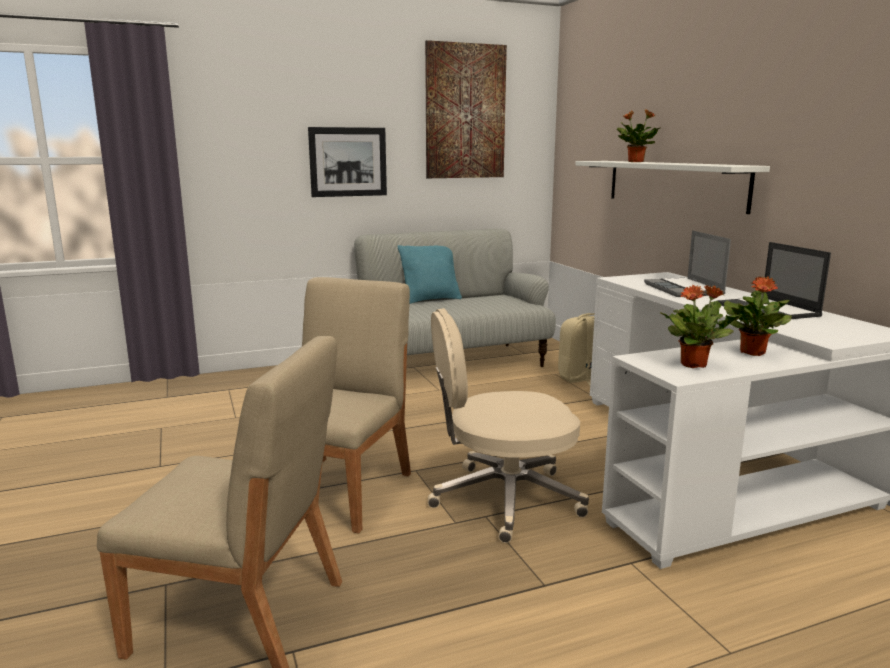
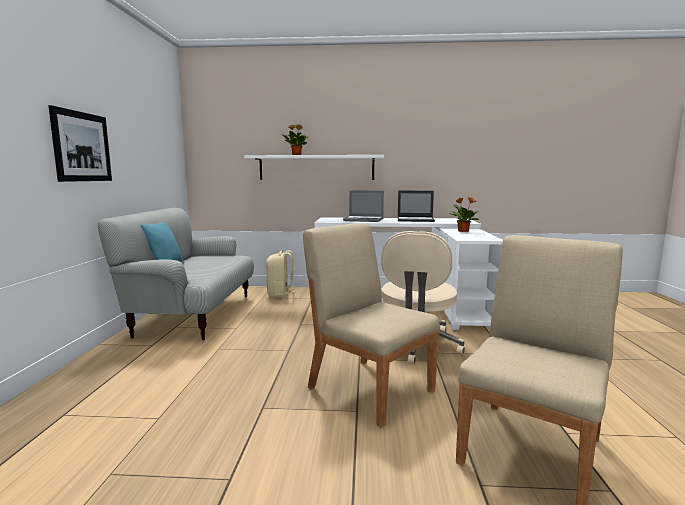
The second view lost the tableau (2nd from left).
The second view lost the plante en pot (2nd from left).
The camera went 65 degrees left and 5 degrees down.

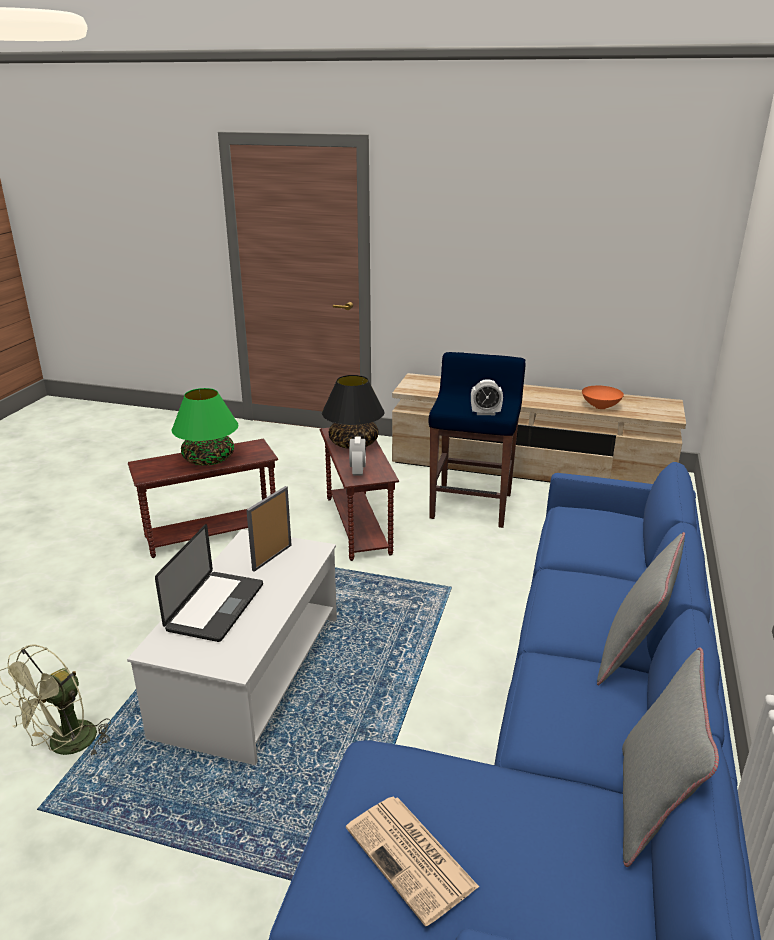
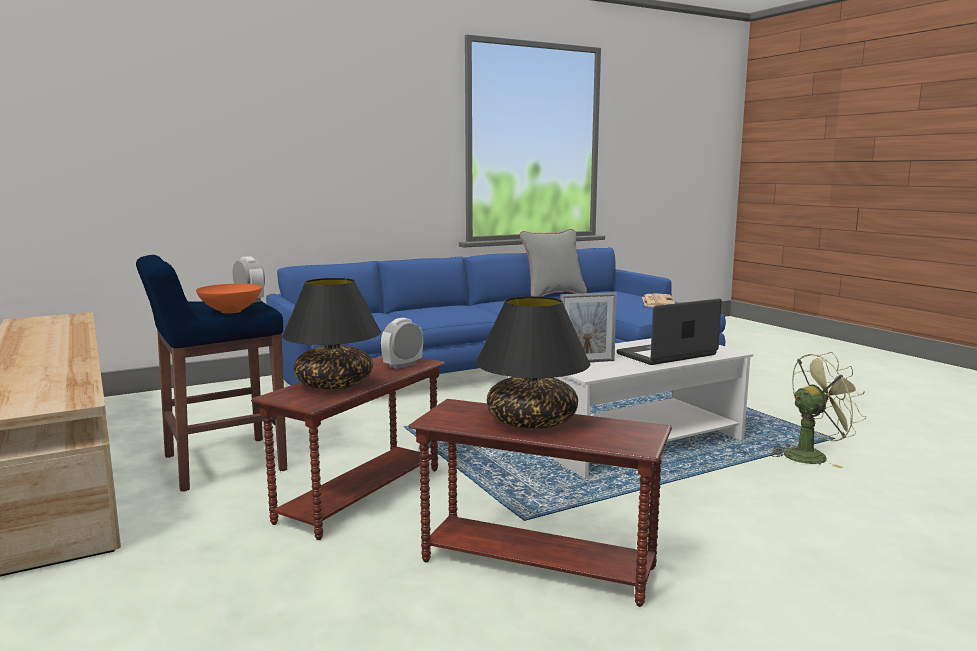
The bol [orange] ended up elsewhere.
What was the lampe de table [vert] turned into the lampe de table [noir] (2nd from left).
The second view lost the coussin [gris] (1st from left).
The camera went 135 degrees left and 15 degrees down.

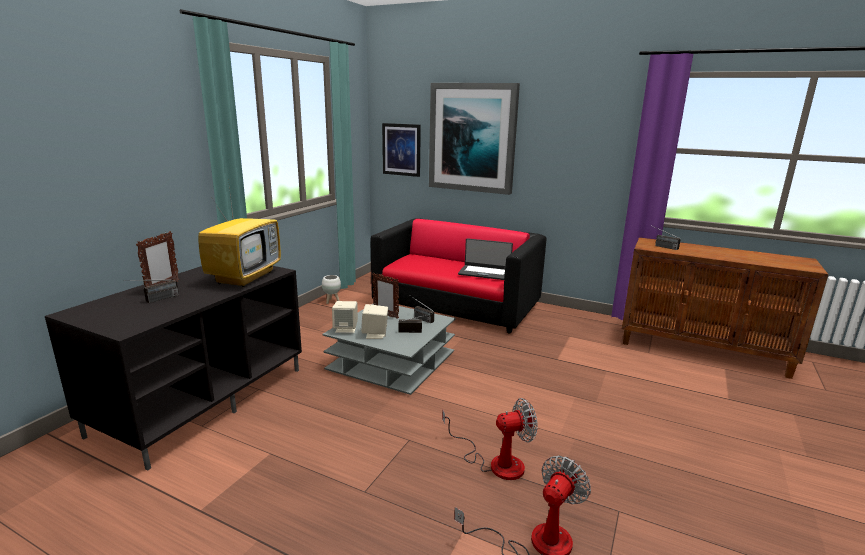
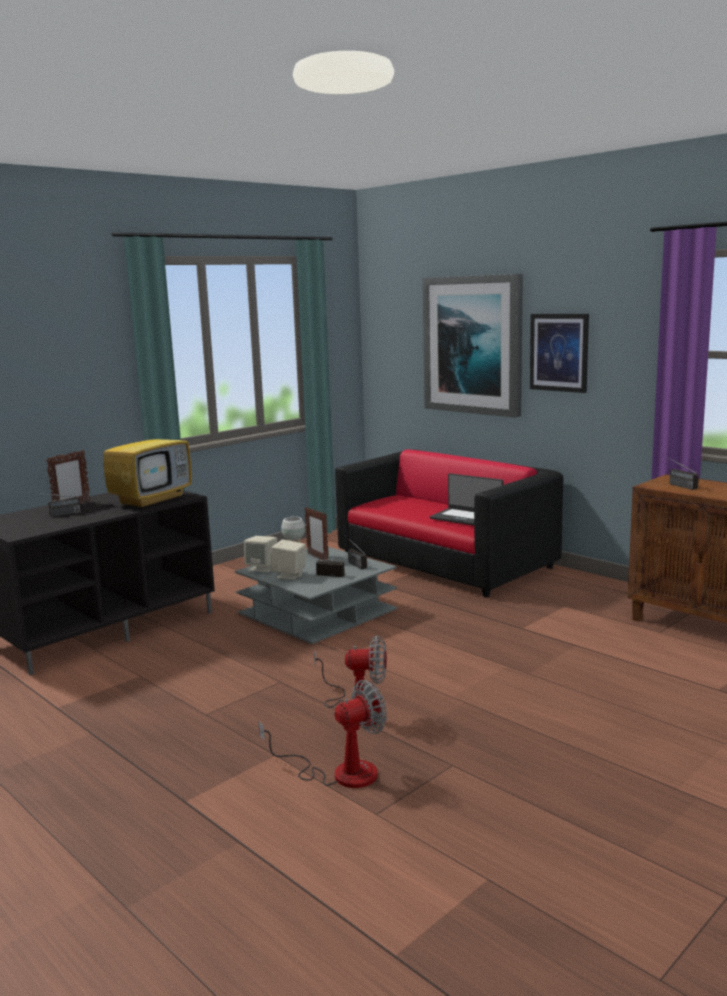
The tableau (1st from left in the first image) ended up elsewhere.
The camera went 20 degrees right and 5 degrees down.

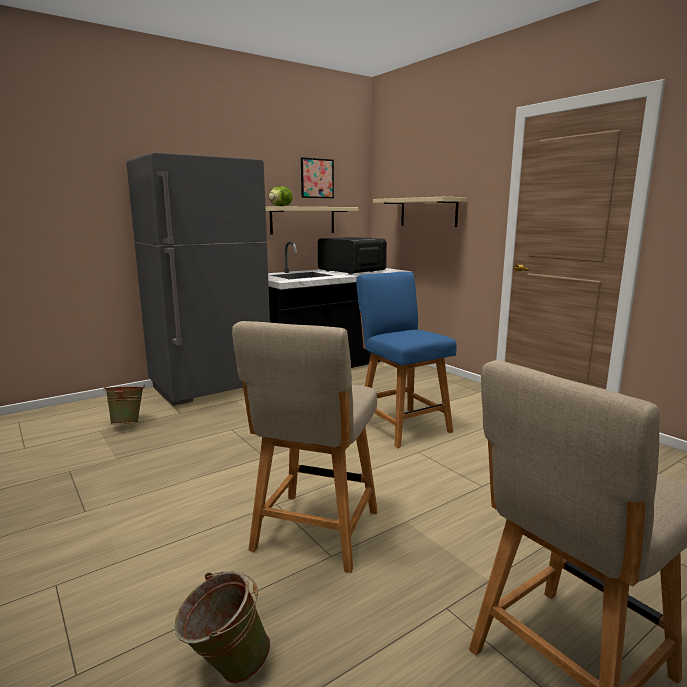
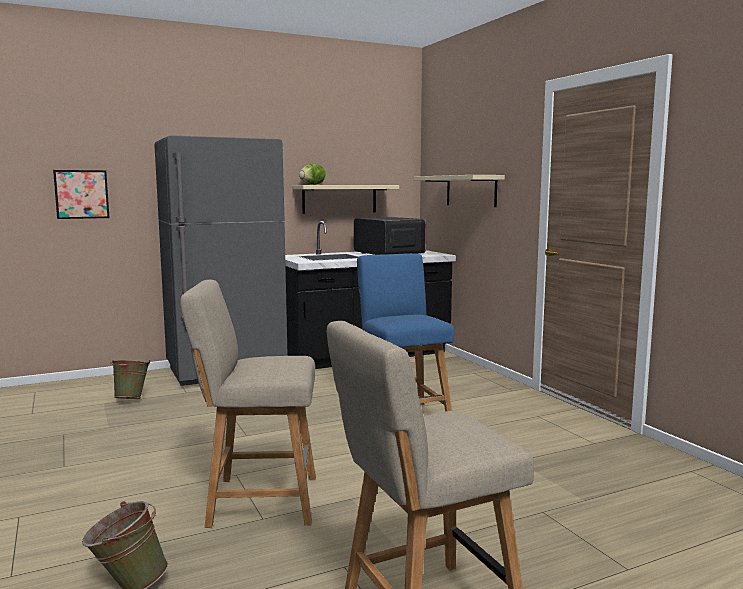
The tableau ended up elsewhere.
The chaise [beige] (1st from left) ended up facing another way, 60 degrees clockwise from before.
The camera went 10 degrees right and 5 degrees down.

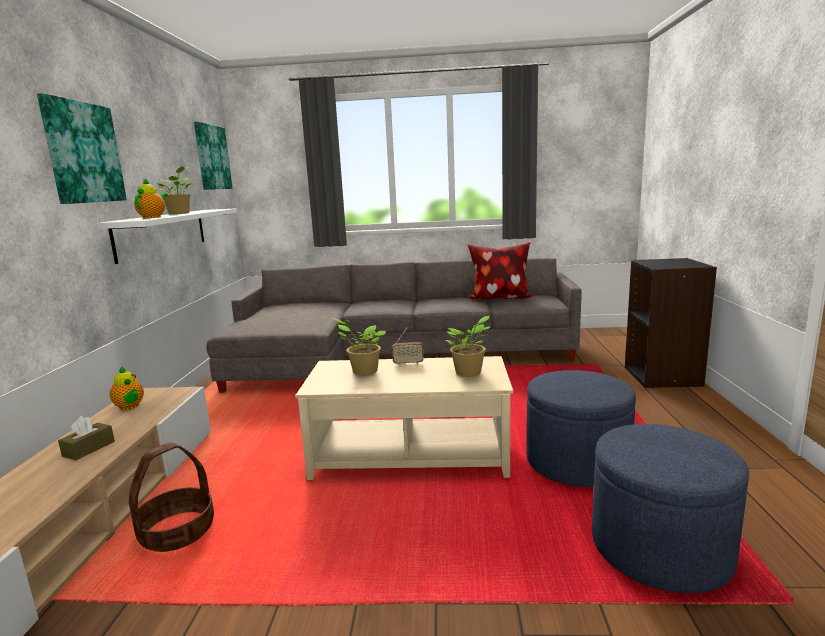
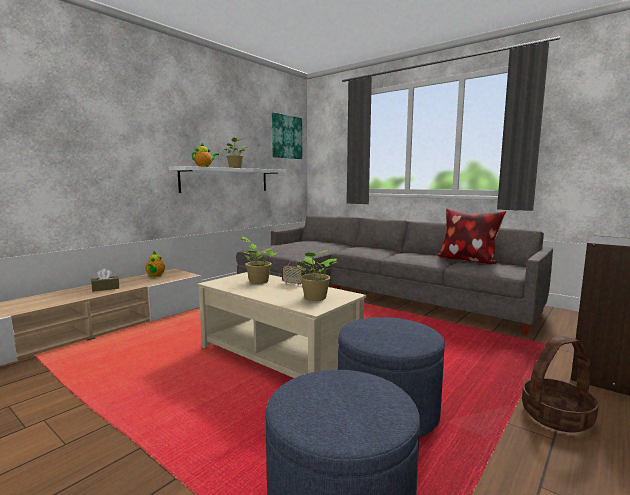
The panier ended up elsewhere.
The second view lost the tableau (1st from left).
The camera went 35 degrees right and 5 degrees down.

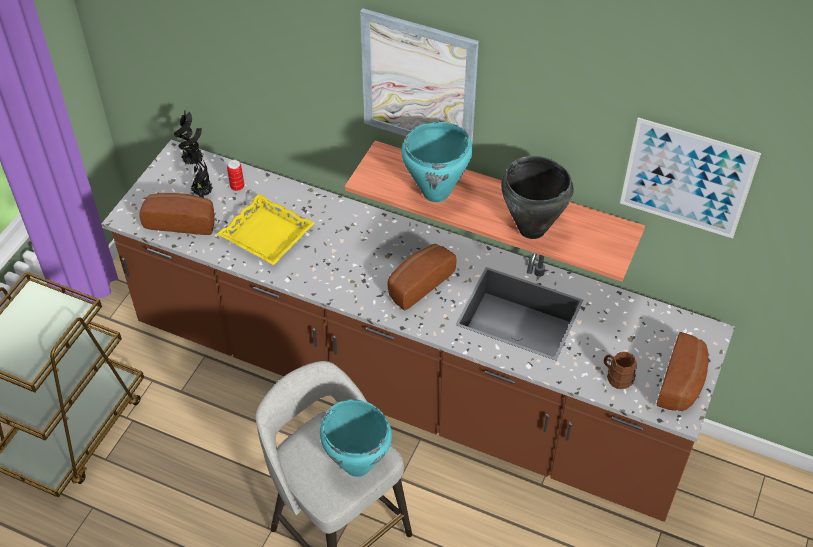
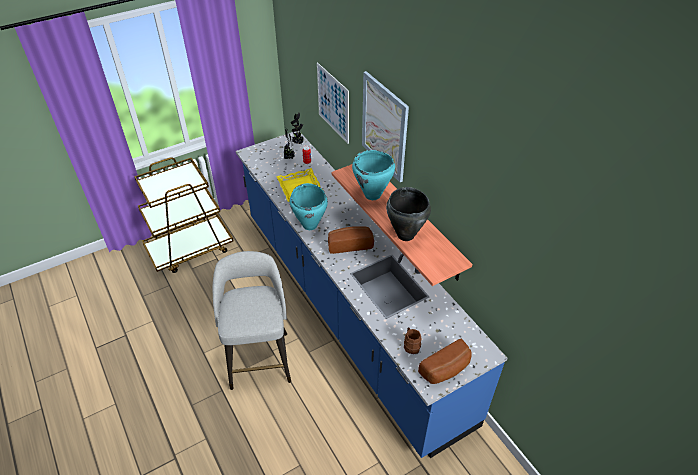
What was the comptoir de cuisine [marron] turned into the comptoir de cuisine [bleu].
The marmite [turquoise] (1st from left) ended up elsewhere.
The tableau (2nd from left in the first image) ended up elsewhere.
The second view lost the pain (1st from left).
The camera went 35 degrees right and 5 degrees down.

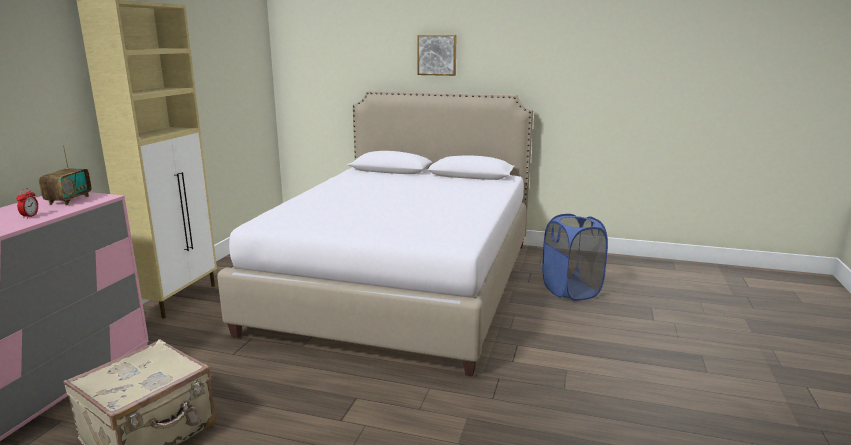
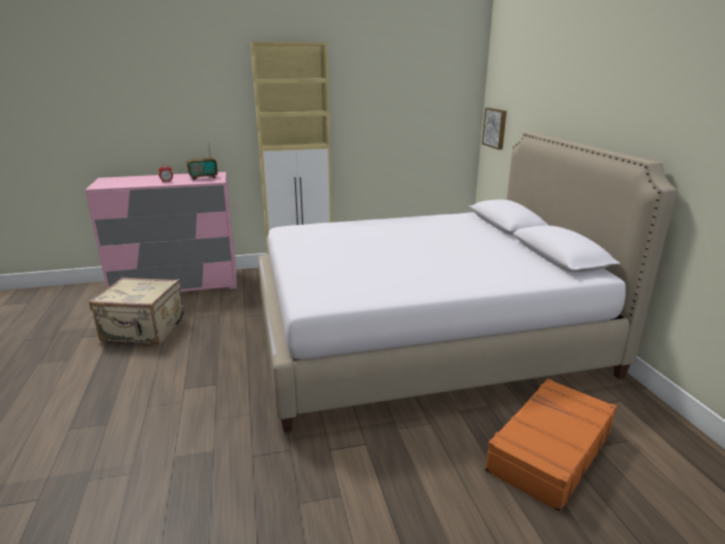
The tableau ended up elsewhere.
Where the panier à linge [bleu] stood, the valise [orange] came to stand.
The camera went 60 degrees right and 5 degrees up.

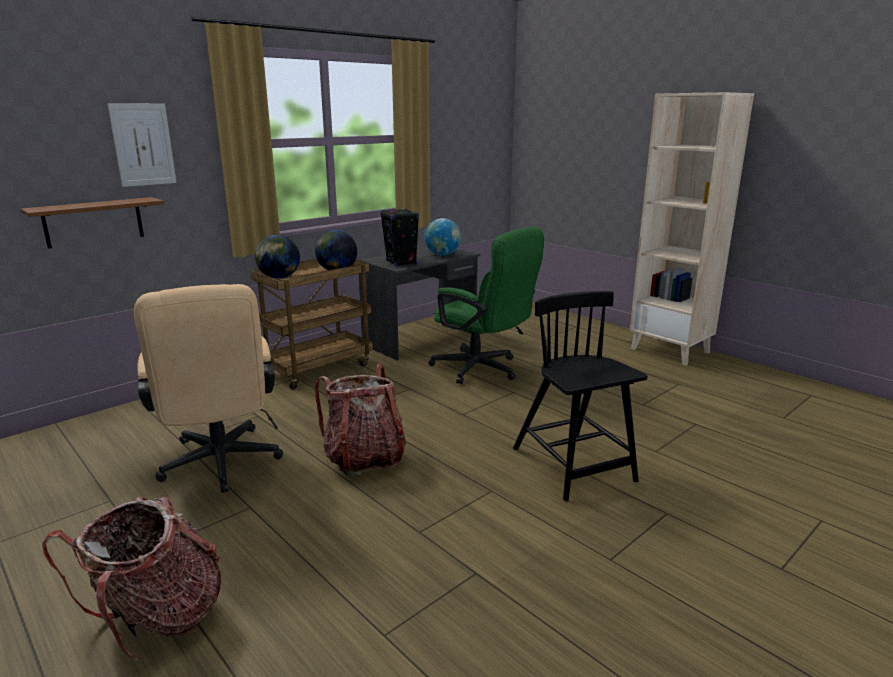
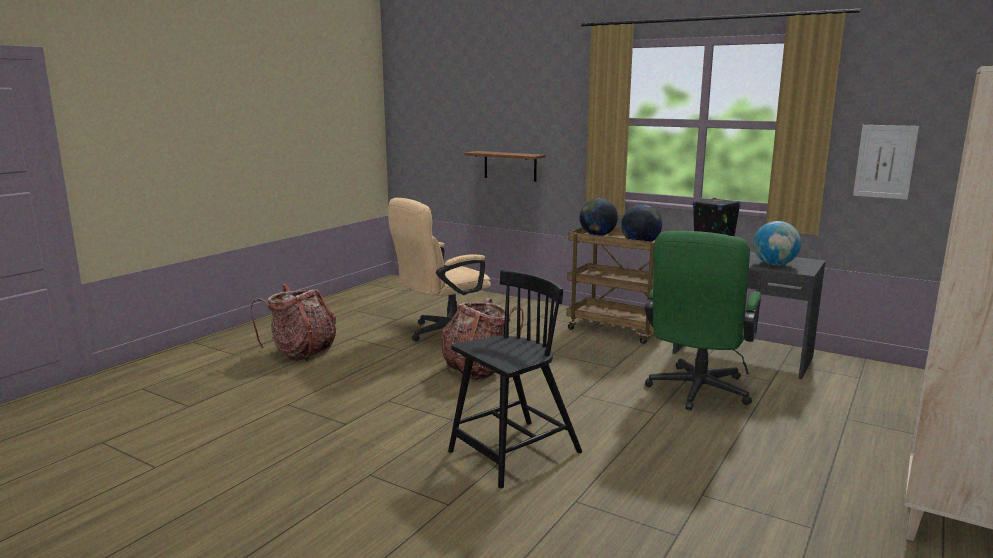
The tableau ended up elsewhere.
The camera went 75 degrees right and 5 degrees down.

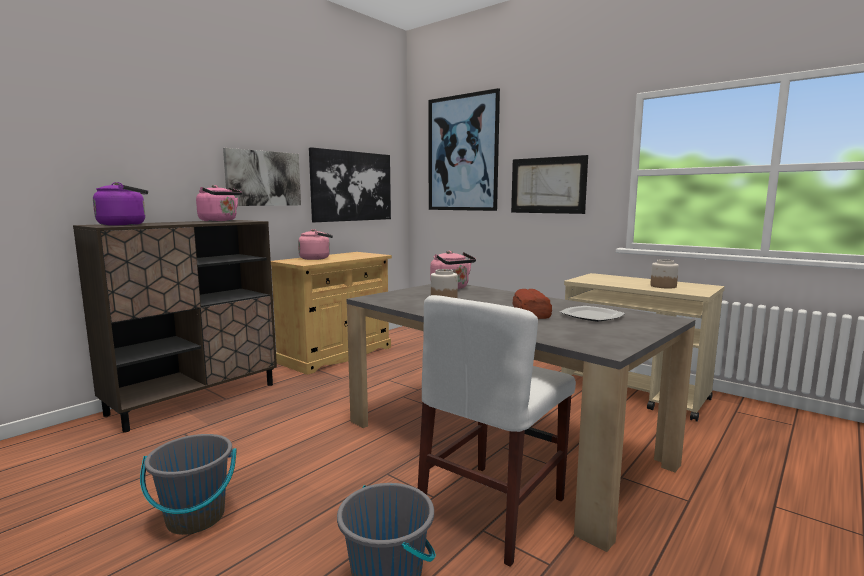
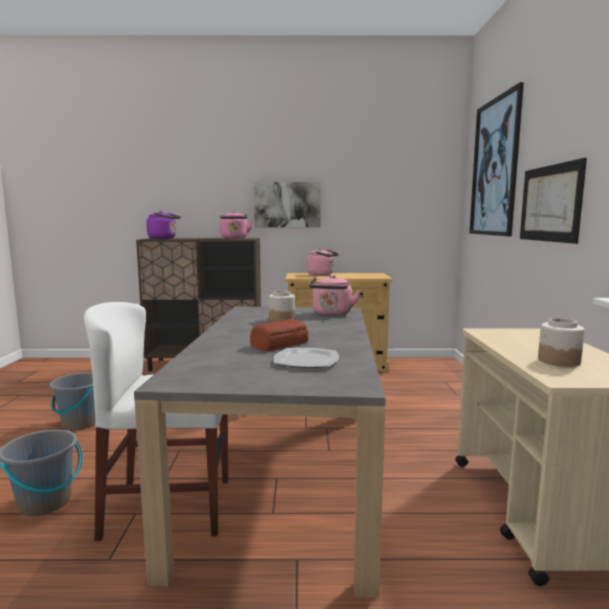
The second view lost the tableau (2nd from left).
The camera went 50 degrees right and 0 degrees up.

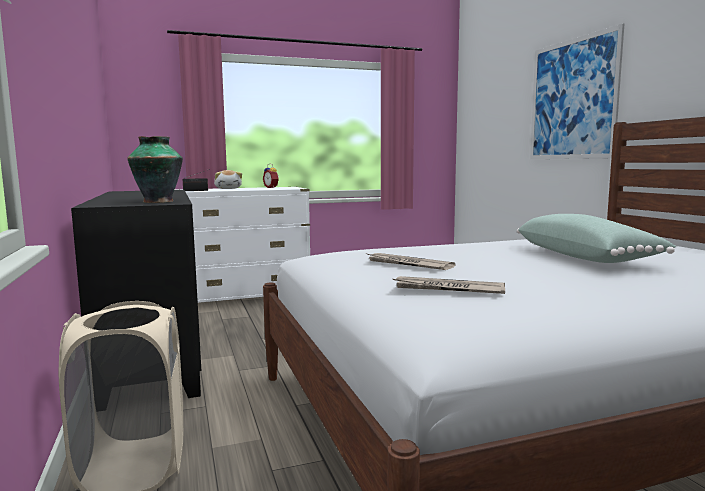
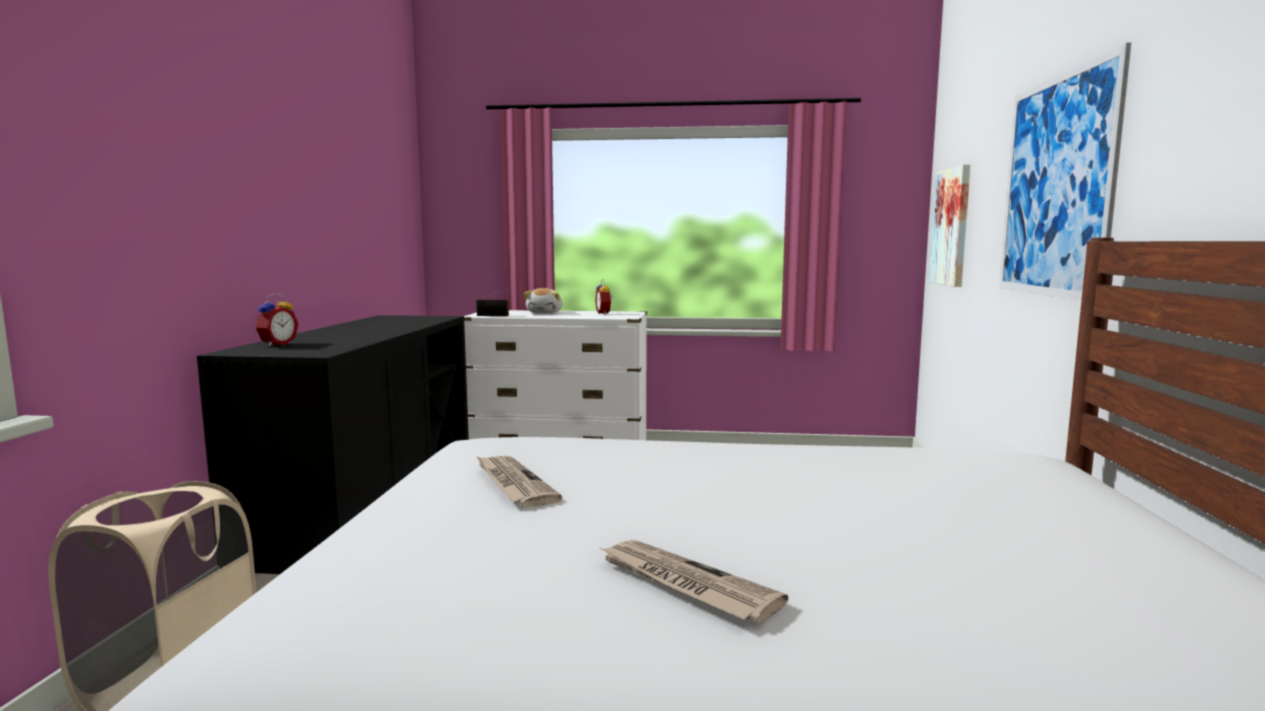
The second view gained the réveil (1st from left).
The journal (2nd from left) ended up elsewhere.
The second view gained the tableau (1st from left).
The second view lost the vase.
The second view lost the coussin [vert].
The camera went 25 degrees right and 0 degrees up.

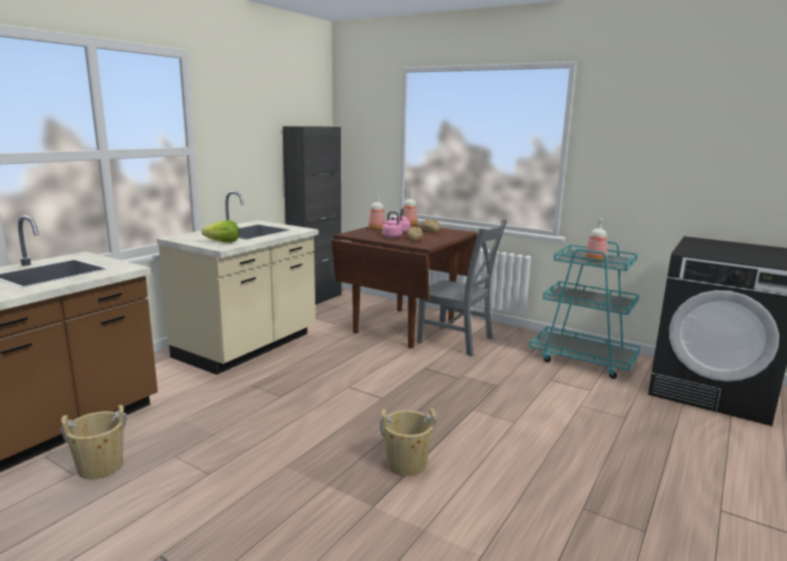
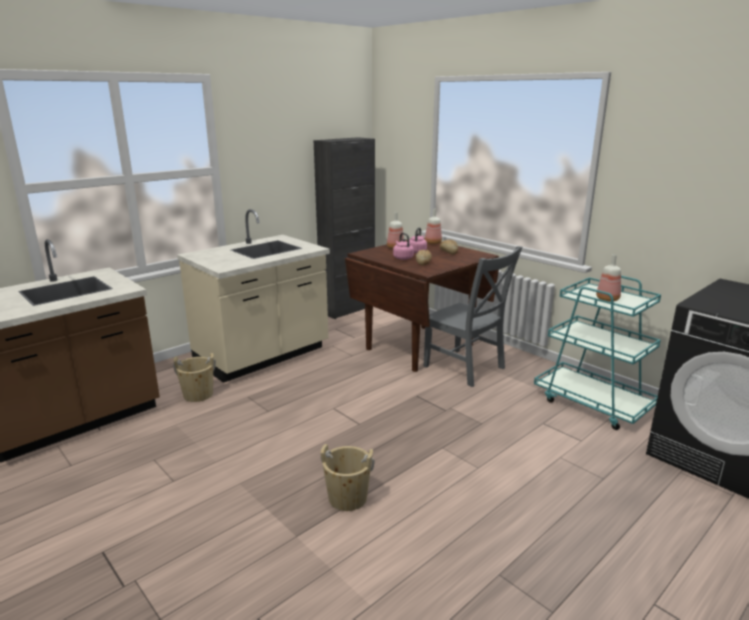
The seau [beige] (1st from left) ended up elsewhere.
The second view lost the laitue.
The camera went 15 degrees right and 5 degrees up.

